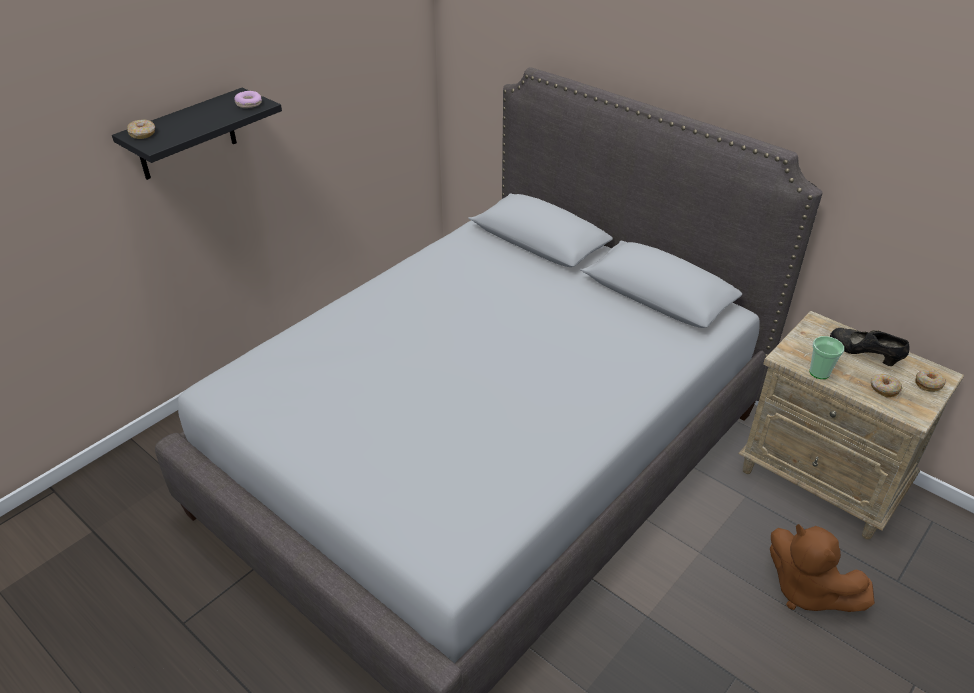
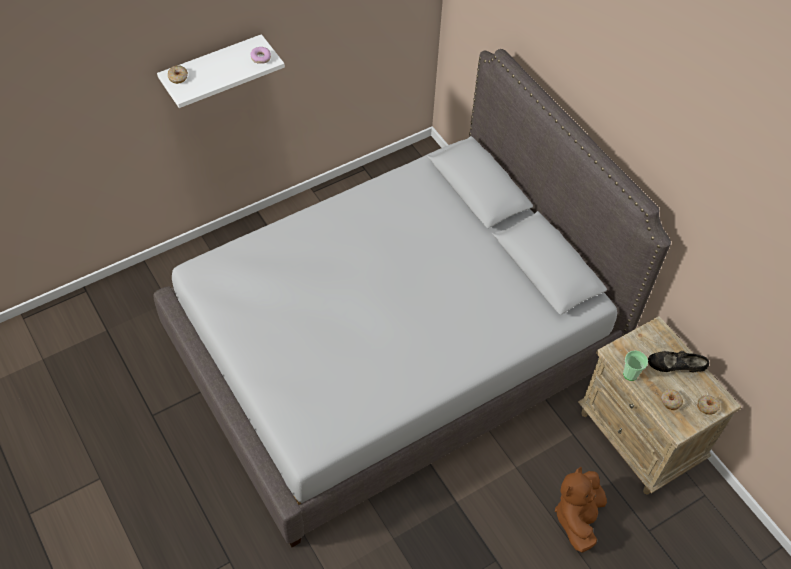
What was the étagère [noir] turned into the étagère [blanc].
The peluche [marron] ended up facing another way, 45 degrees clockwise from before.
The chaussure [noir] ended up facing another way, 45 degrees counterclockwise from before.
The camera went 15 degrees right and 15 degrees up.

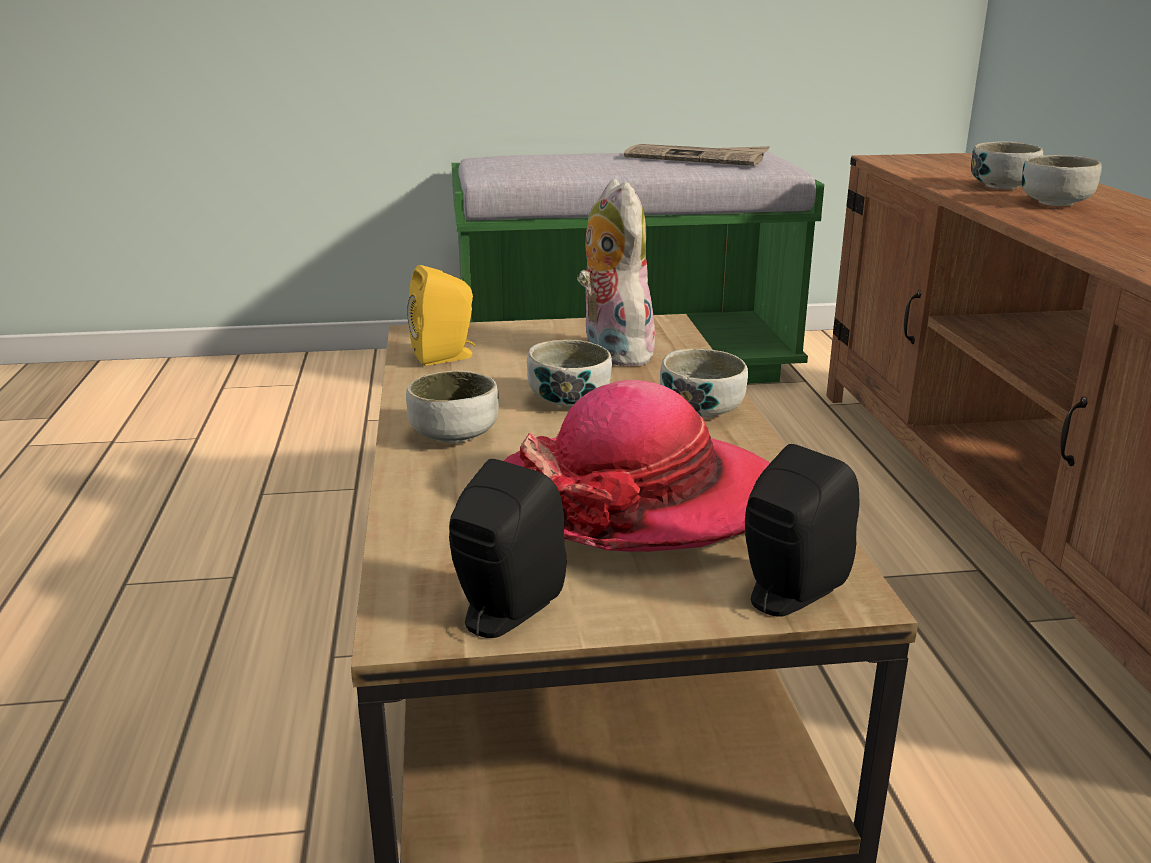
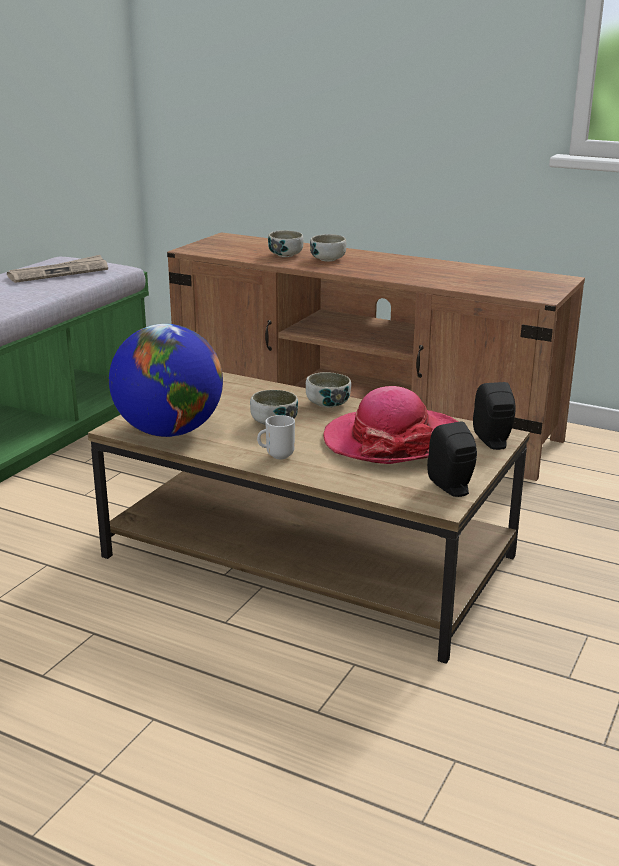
Where the enceinte [jaune] stood, the globe came to stand.
Where the bol (1st from left) stood, the mug came to stand.
The second view lost the peluche.
The camera went 55 degrees left and 0 degrees up.

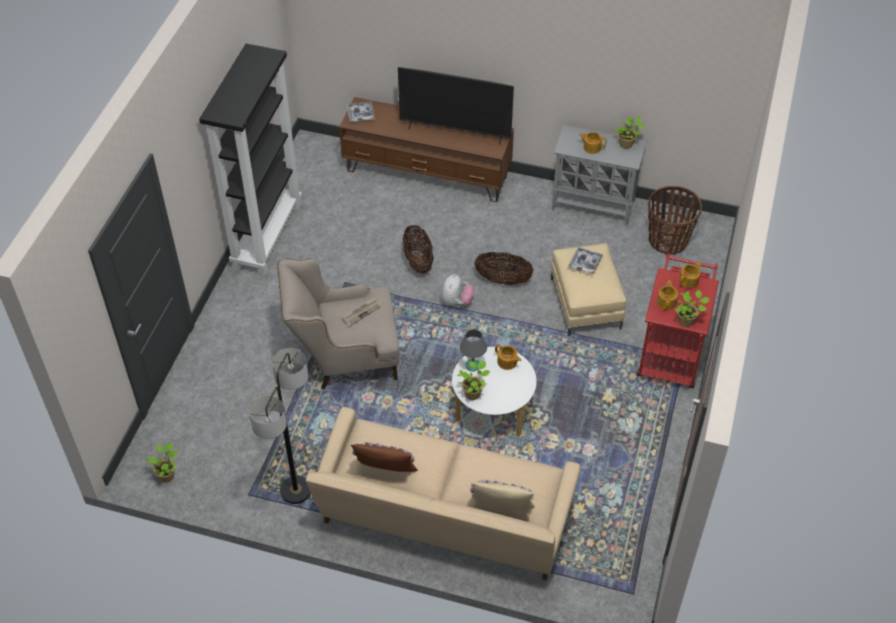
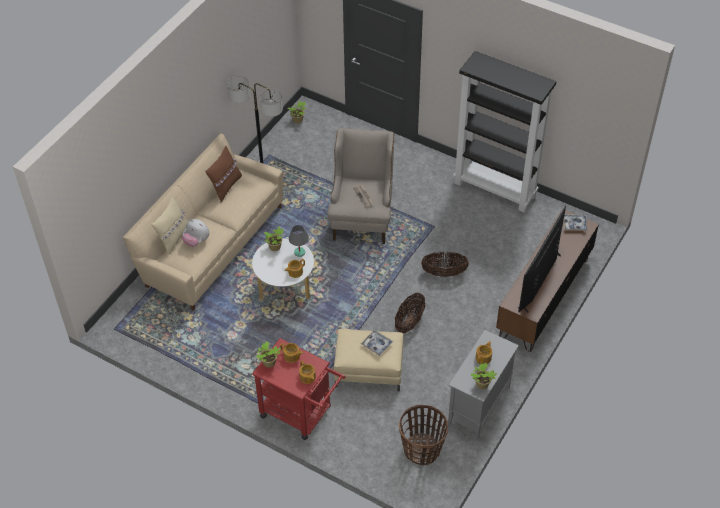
The peluche ended up elsewhere.
The camera went 105 degrees right and 0 degrees up.

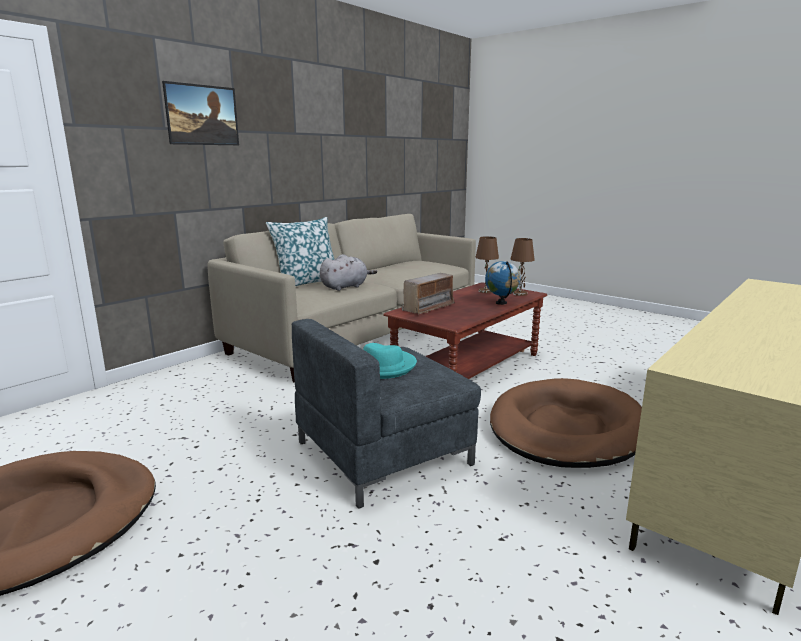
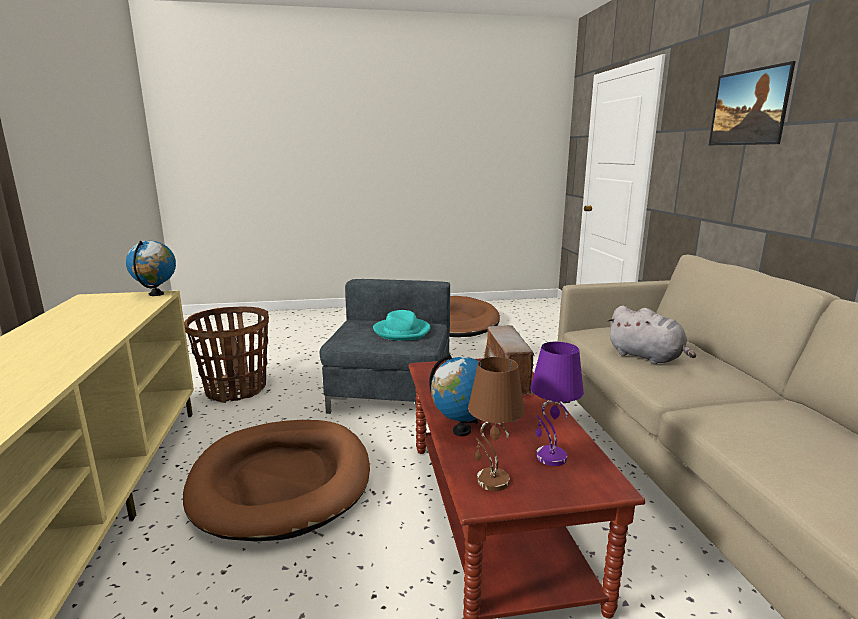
The second view gained the globe (1st from left).
The second view gained the panier.
What was the lampe de table [marron] (1st from left) turned into the lampe de table [violet].
The peluche [gris] ended up facing another way, 45 degrees counterclockwise from before.
The second view lost the coussin.
The camera went 130 degrees right and 0 degrees up.

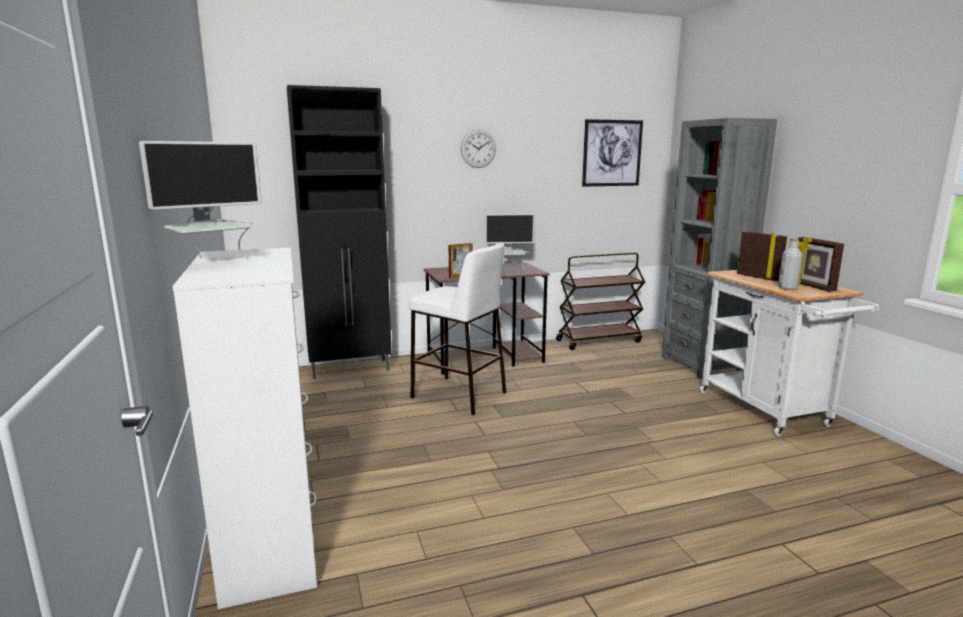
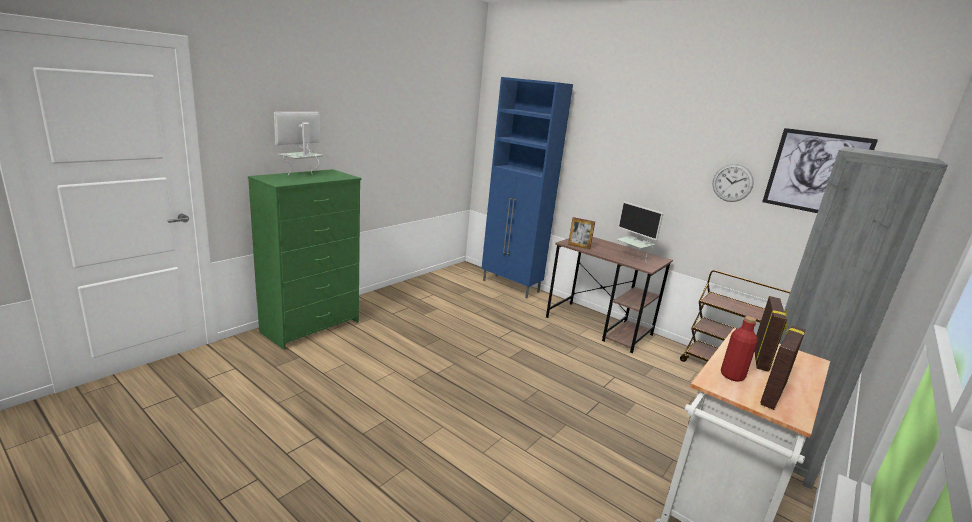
What was the commode [blanc] turned into the commode [vert].
The écran d'ordinateur (1st from left) ended up facing another way, 105 degrees clockwise from before.
What was the meuble de rangement [noir] turned into the meuble de rangement [bleu].
The horloge murale ended up elsewhere.
What was the bouteille [gris] turned into the bouteille [rouge].
The second view lost the tabouret [blanc].
The camera went 55 degrees right and 5 degrees up.

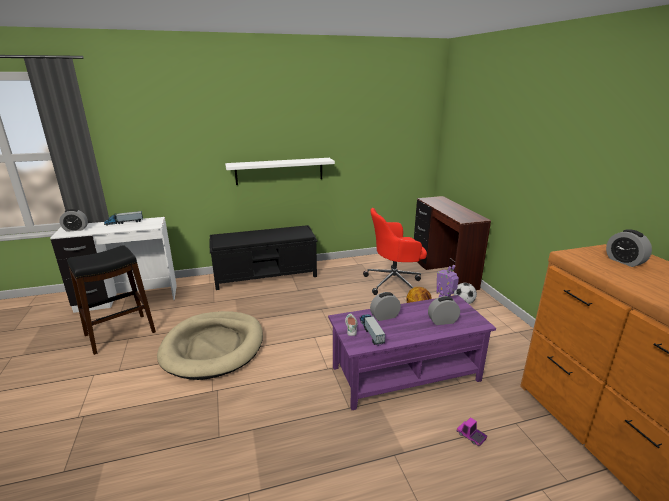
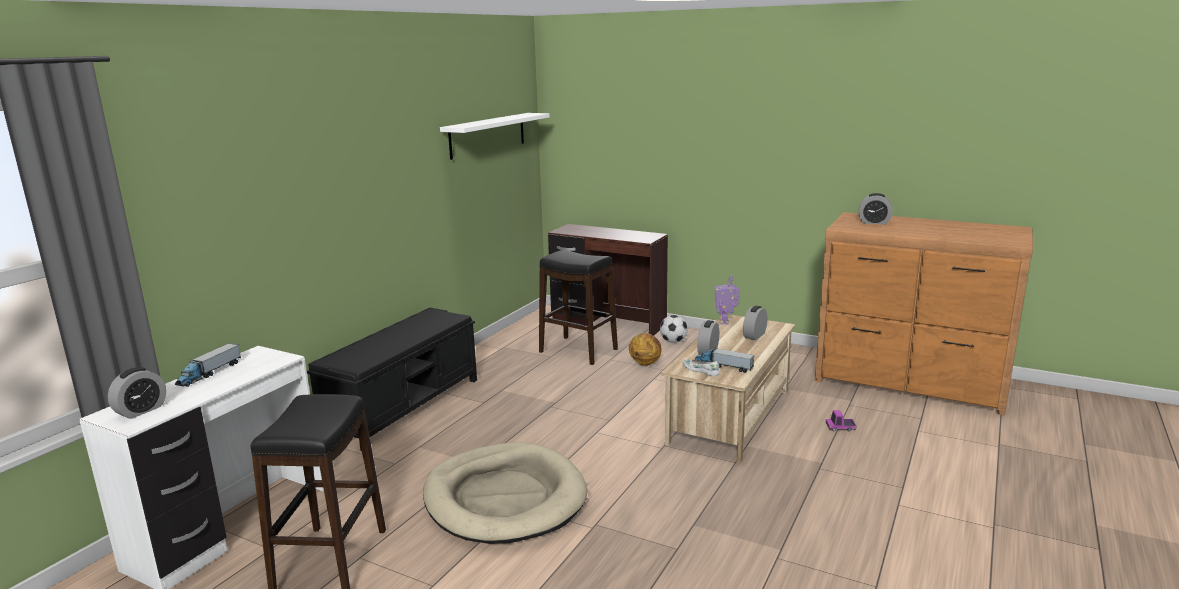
The étagère [blanc] ended up elsewhere.
Where the chaise de bureau [rouge] stood, the tabouret [noir] (2nd from left) came to stand.
What was the table basse [violet] turned into the table basse [beige].
The camera went 45 degrees left and 5 degrees down.

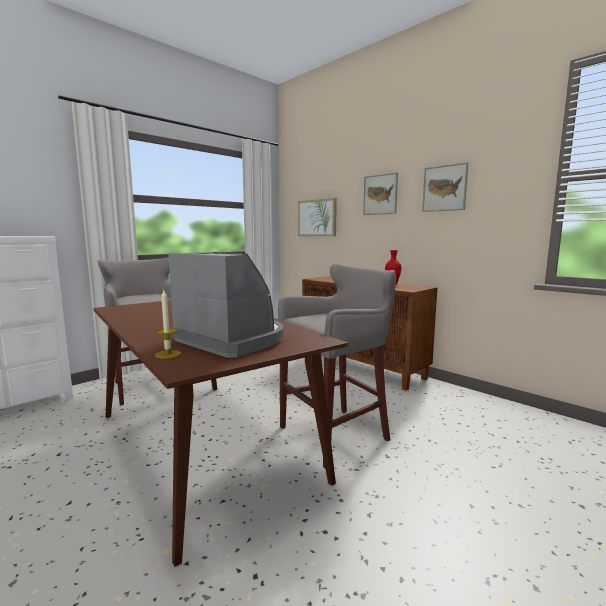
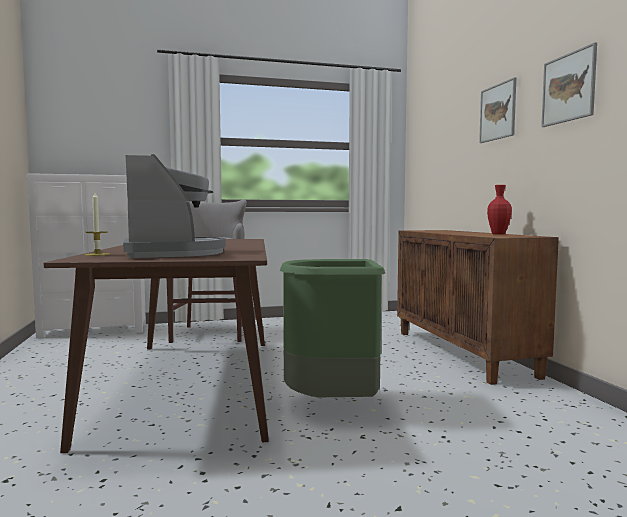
Where the tabouret [gris] (2nd from left) stood, the poubelle [vert] came to stand.
The second view lost the tableau (1st from left).
The camera went 30 degrees right and 5 degrees down.

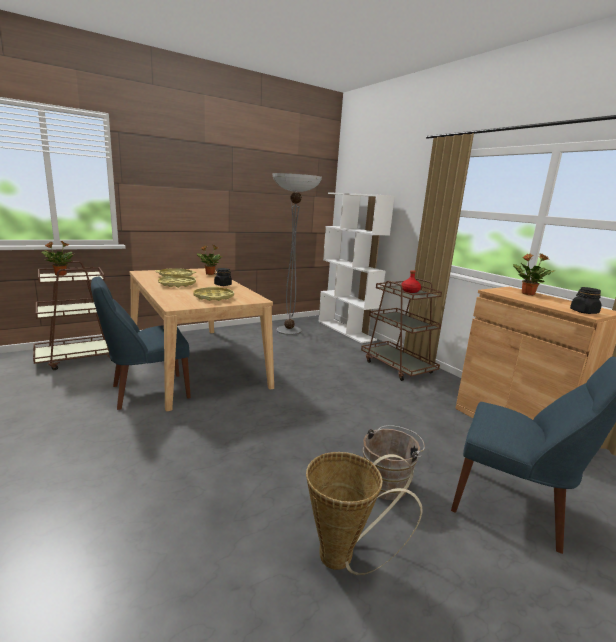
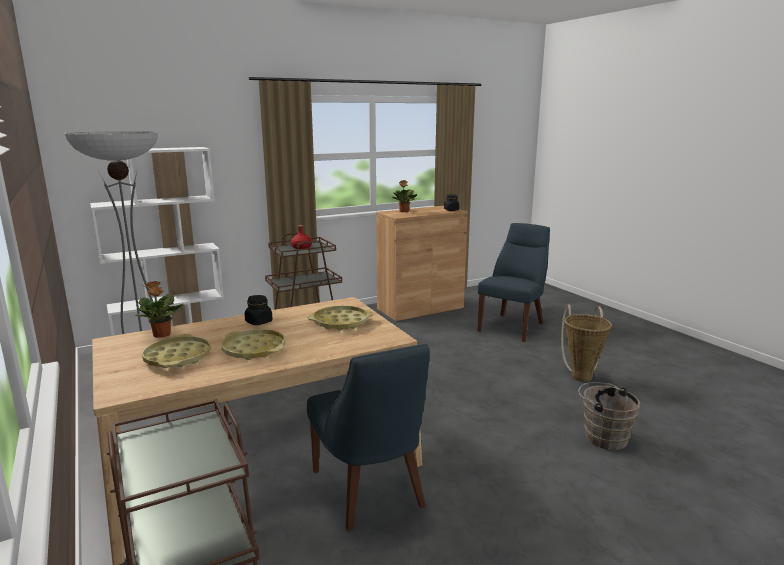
The seau [marron] ended up elsewhere.
The second view lost the plante en pot (1st from left).
The camera went 85 degrees left and 0 degrees up.

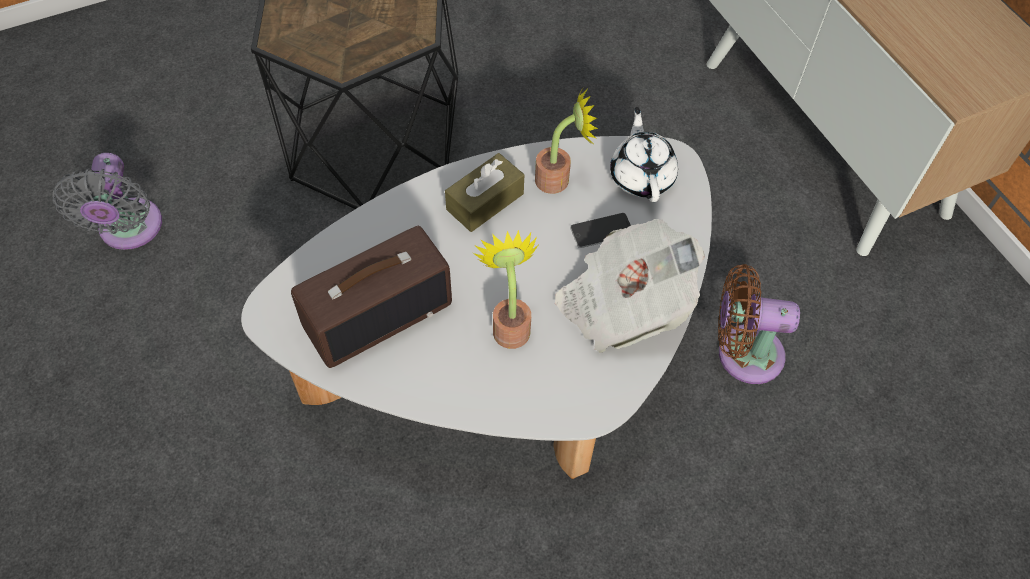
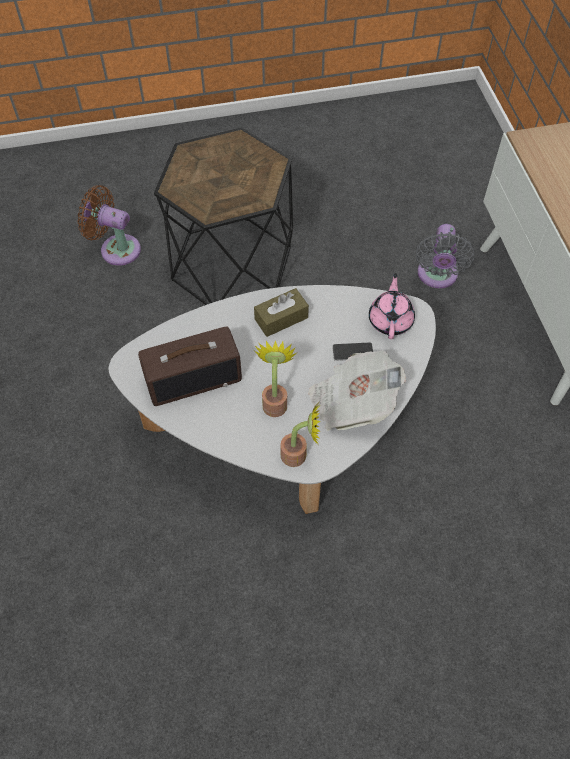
The ventilateur [marron] ended up elsewhere.
The plante en pot (2nd from left) ended up elsewhere.
What was the théière [blanc] turned into the théière [rose].
The ventilateur [gris] ended up elsewhere.
The camera went 15 degrees right and 0 degrees up.

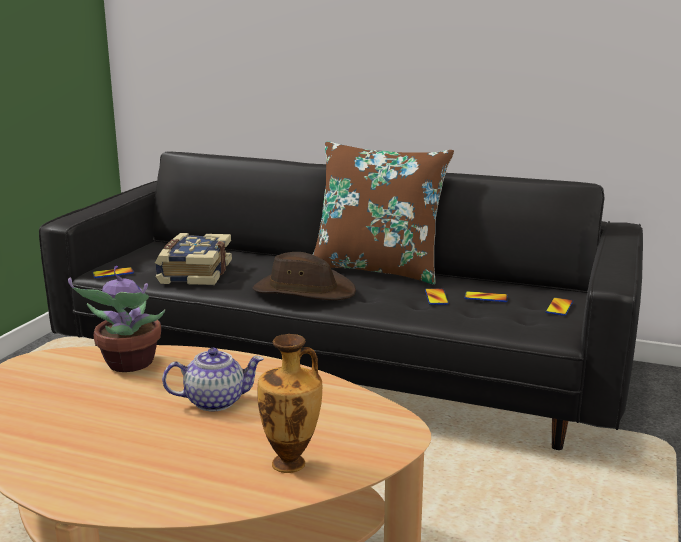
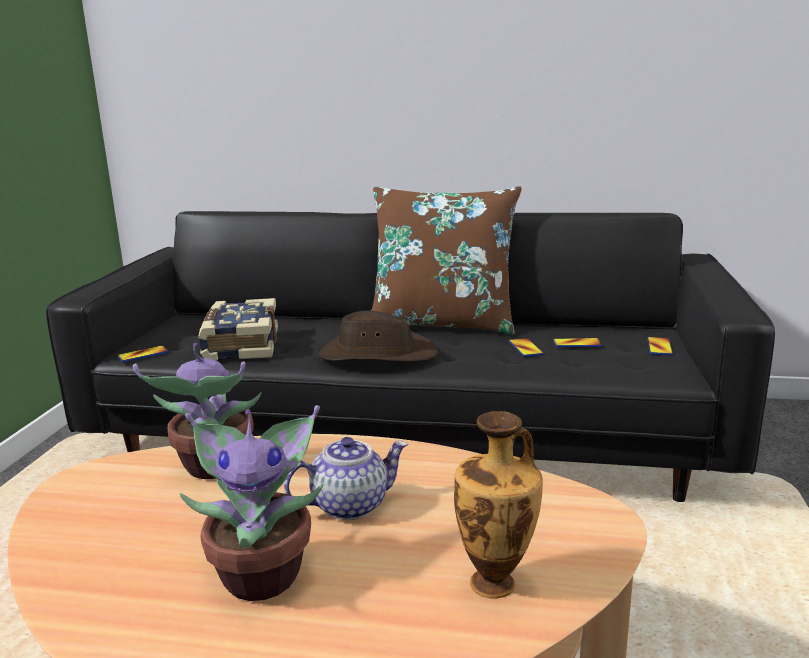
The second view gained the plante en pot (2nd from left).
The camera went 10 degrees left and 0 degrees up.

